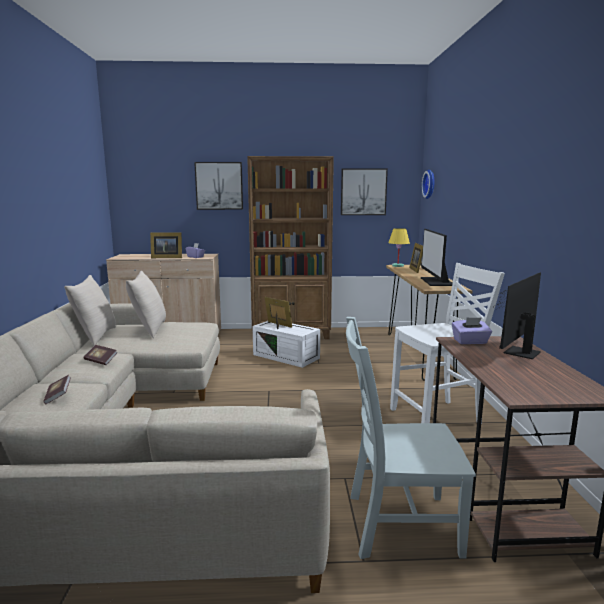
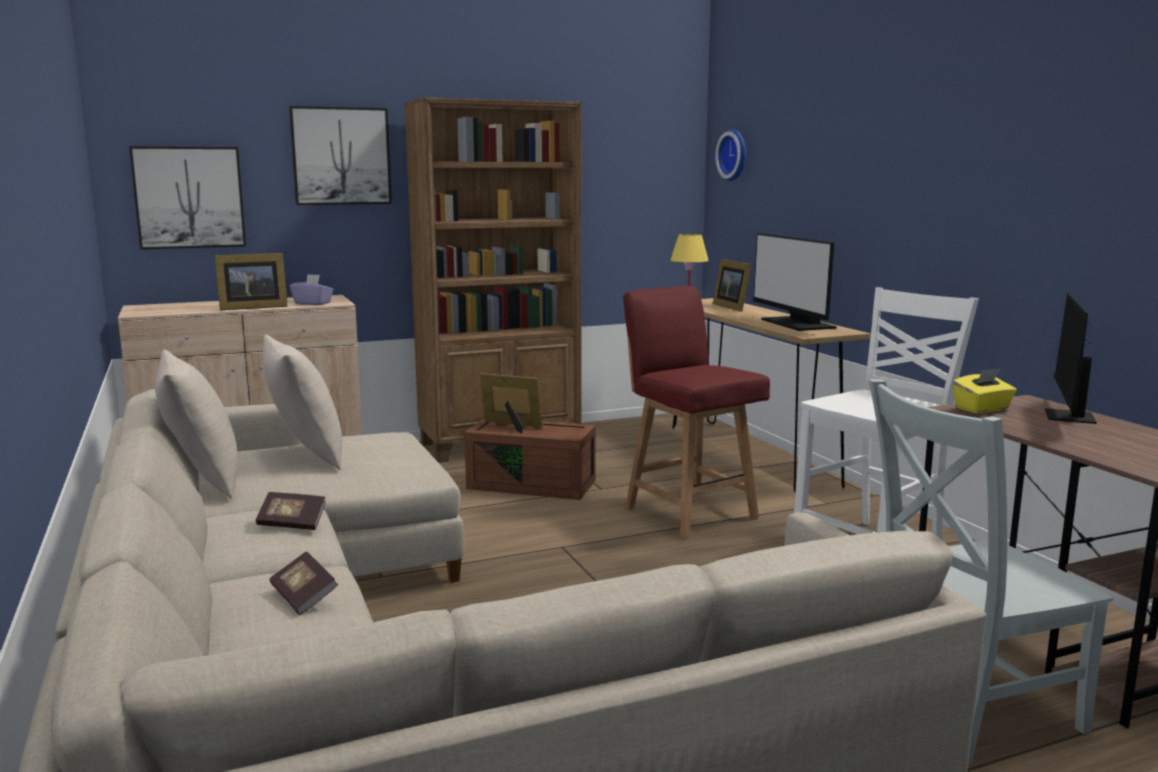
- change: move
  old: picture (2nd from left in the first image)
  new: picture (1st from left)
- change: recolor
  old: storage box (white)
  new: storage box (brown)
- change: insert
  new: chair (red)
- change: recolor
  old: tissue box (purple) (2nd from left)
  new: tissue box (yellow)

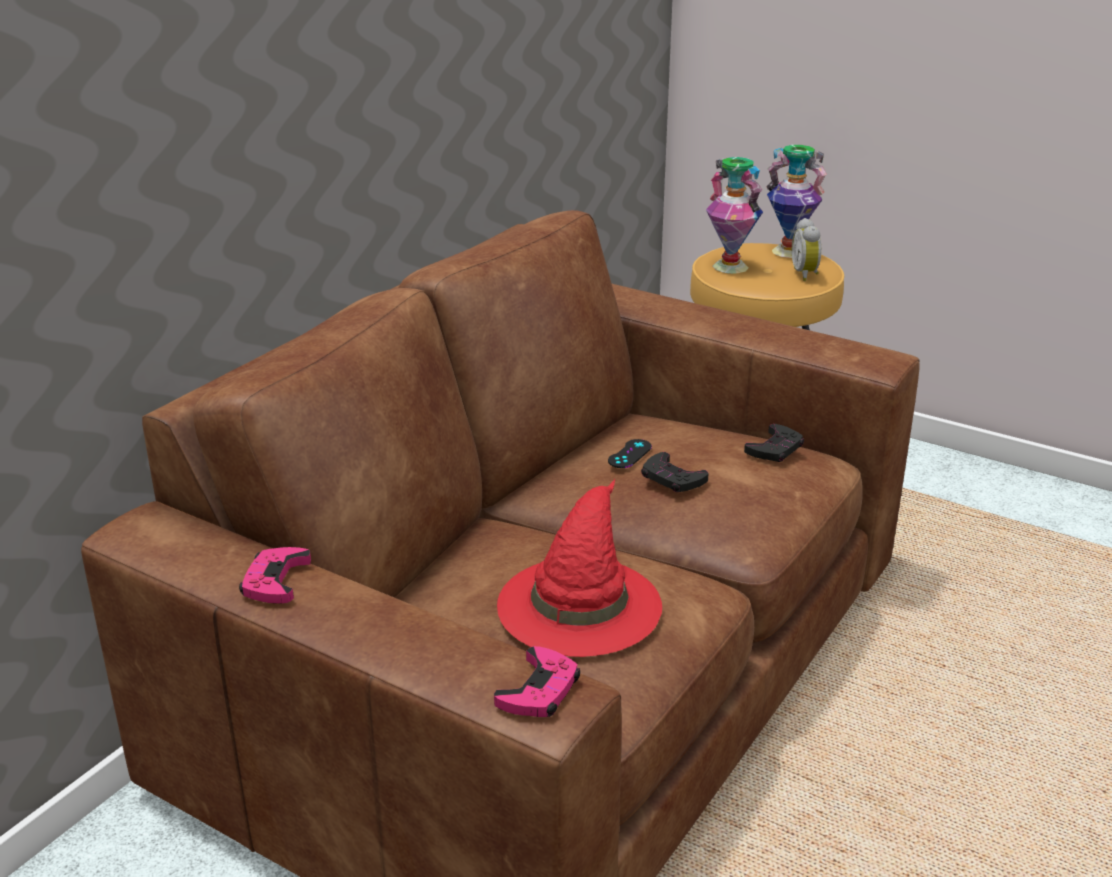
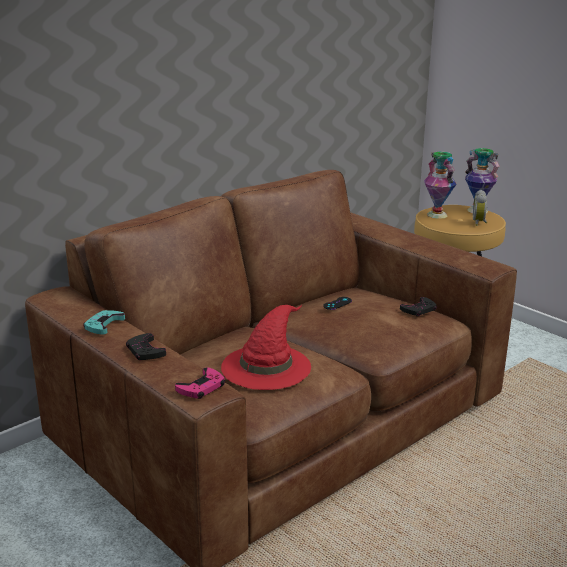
- change: recolor
  old: game controller (pink) (1st from left)
  new: game controller (turquoise)
- change: move
  old: game controller (black) (2nd from left in the first image)
  new: game controller (black) (1st from left)

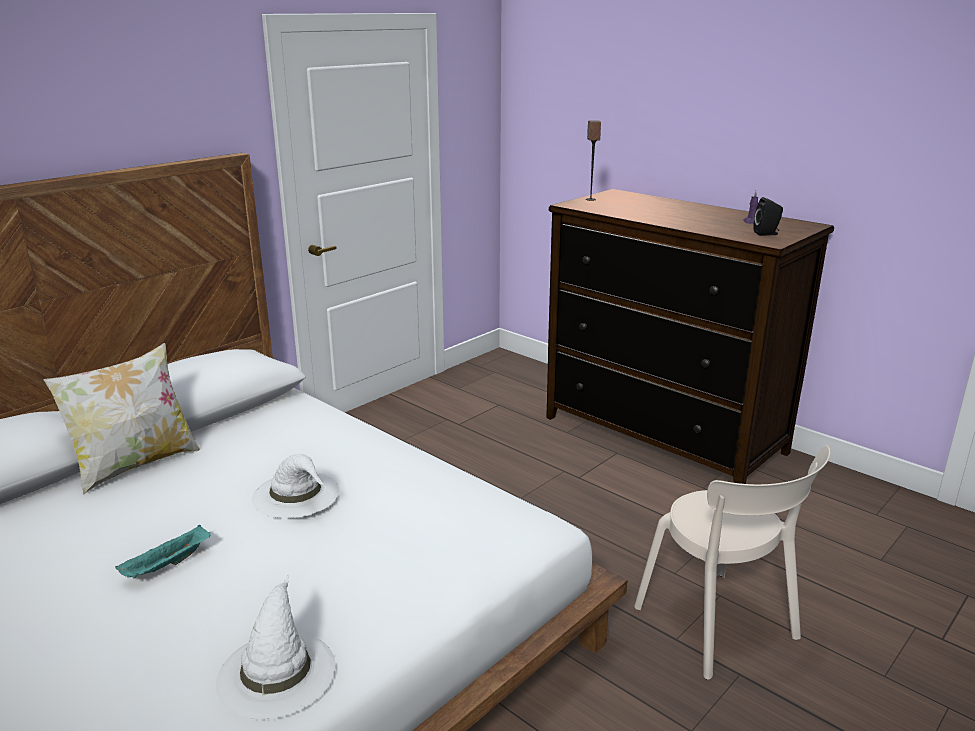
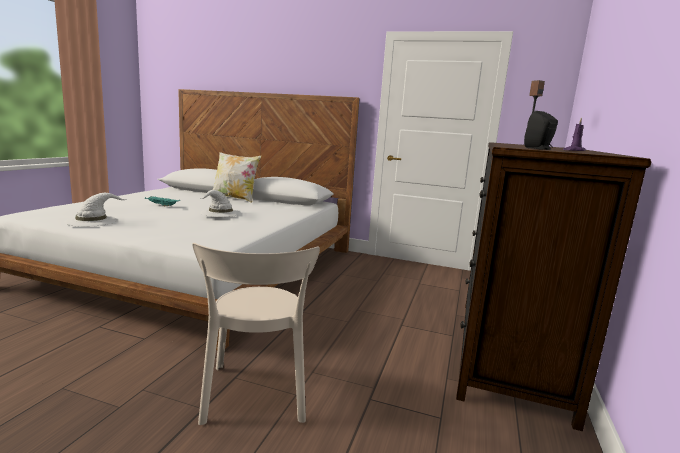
- change: rotate
  old: chair (beige)
  degrees: -45

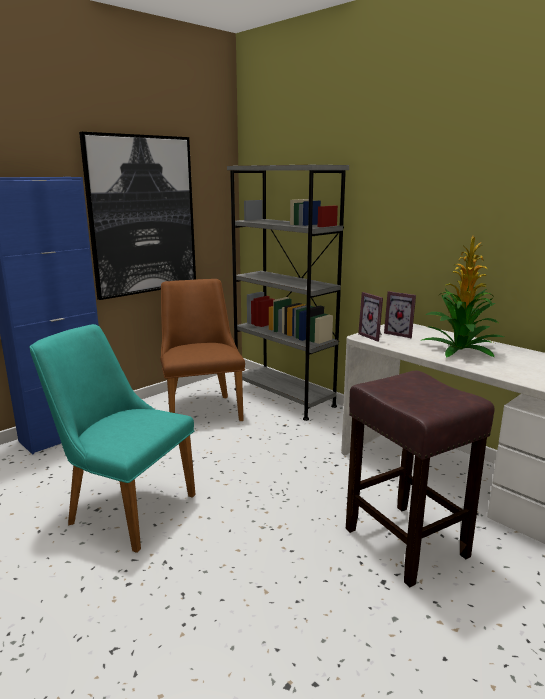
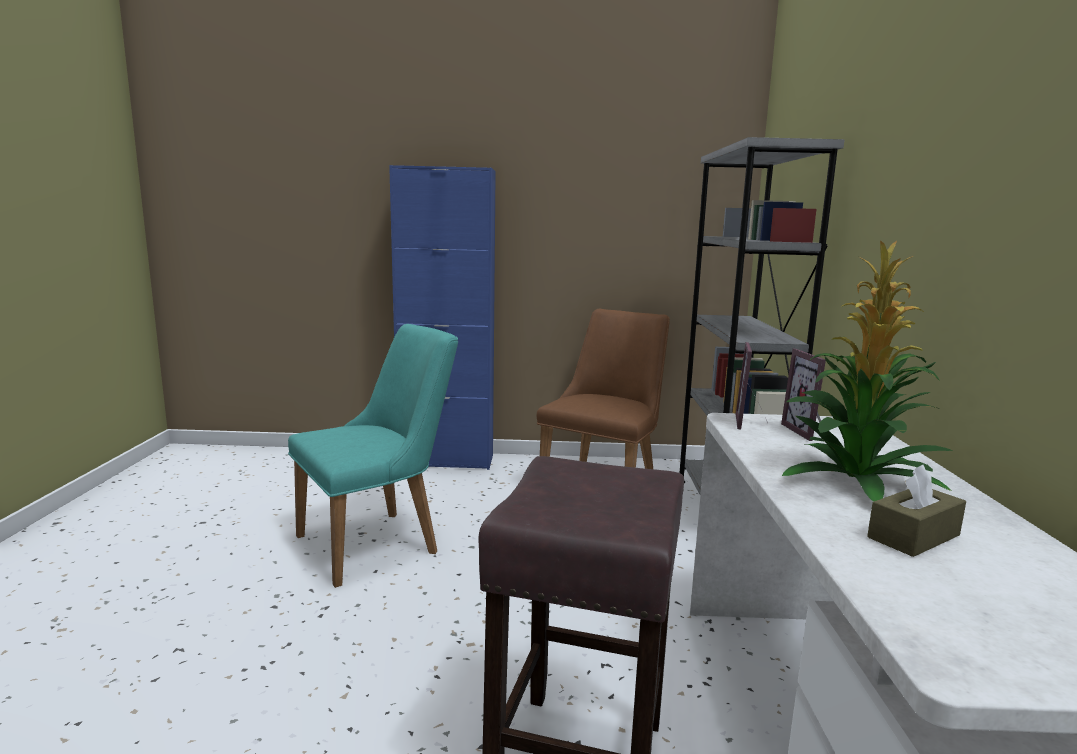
- change: rotate
  old: chair (turquoise)
  degrees: 75
- change: insert
  new: tissue box (brown)
- change: delete
  old: picture

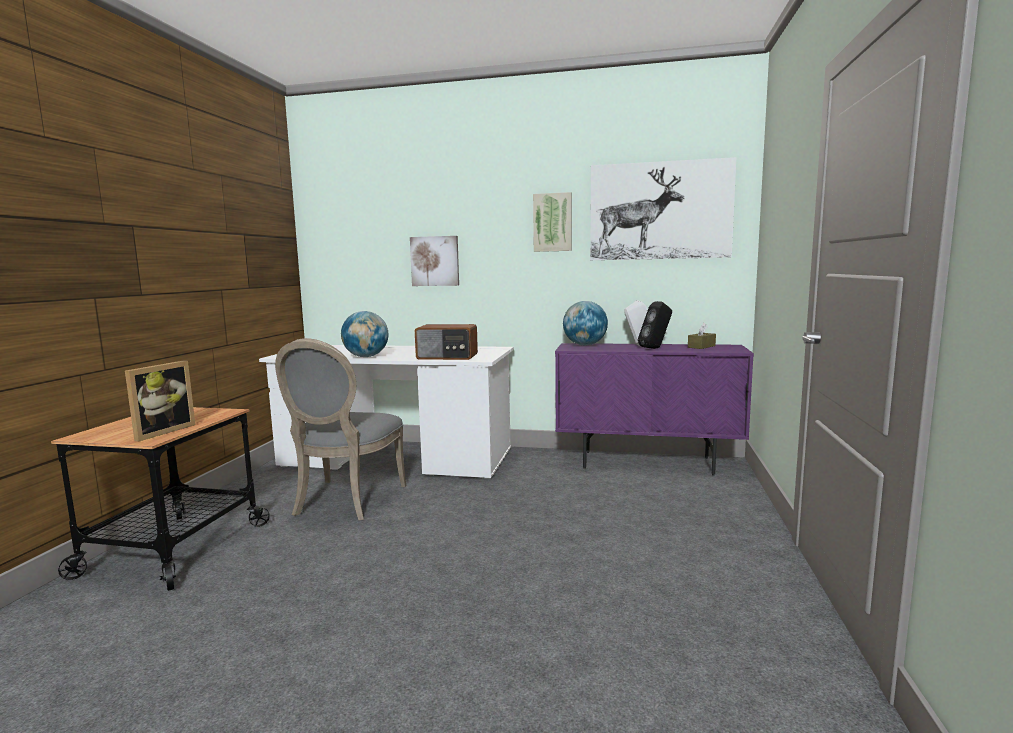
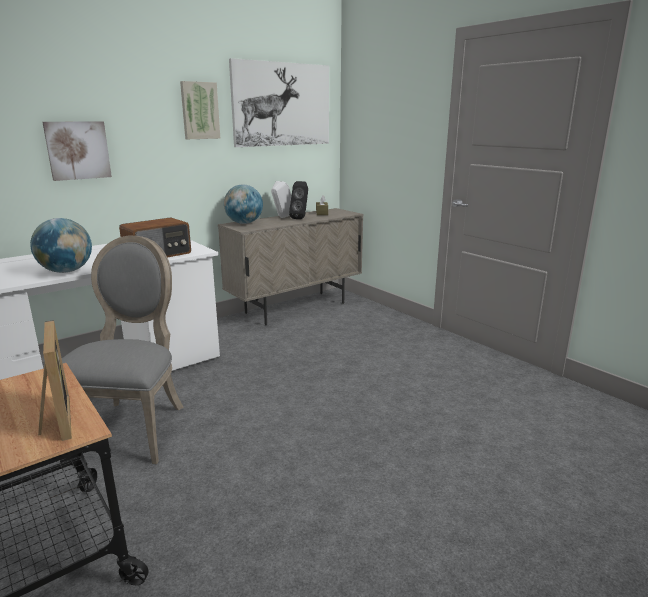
- change: rotate
  old: chair (grey)
  degrees: -135
- change: recolor
  old: cabinet (purple)
  new: cabinet (beige)

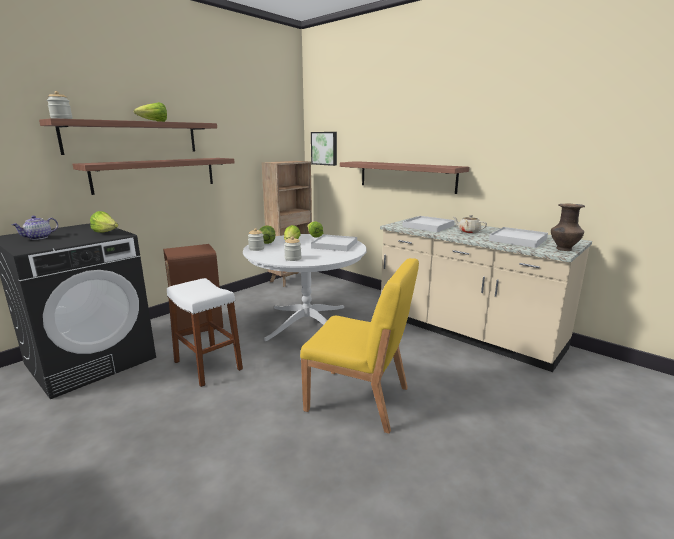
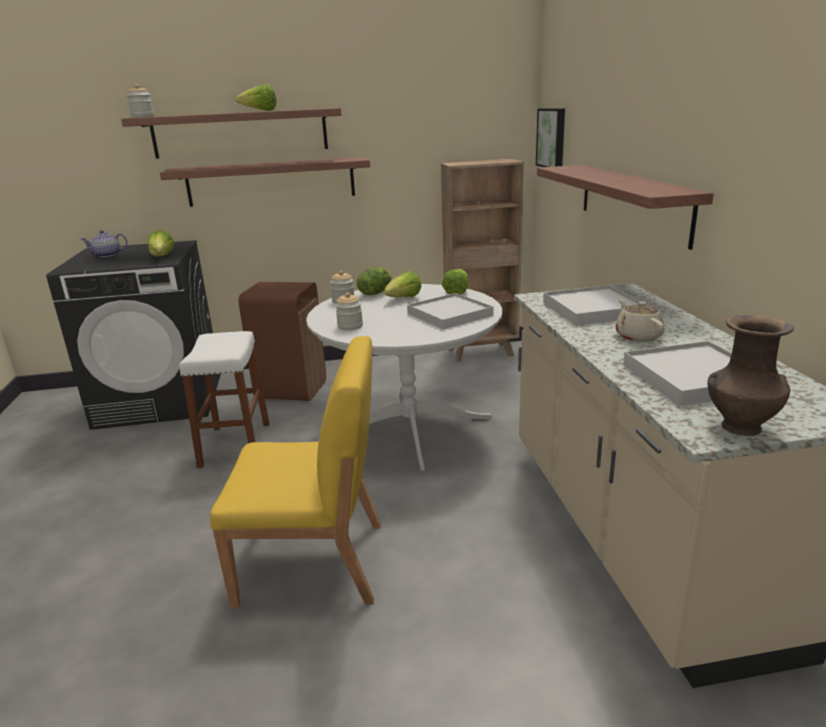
- change: rotate
  old: chair (yellow)
  degrees: -60

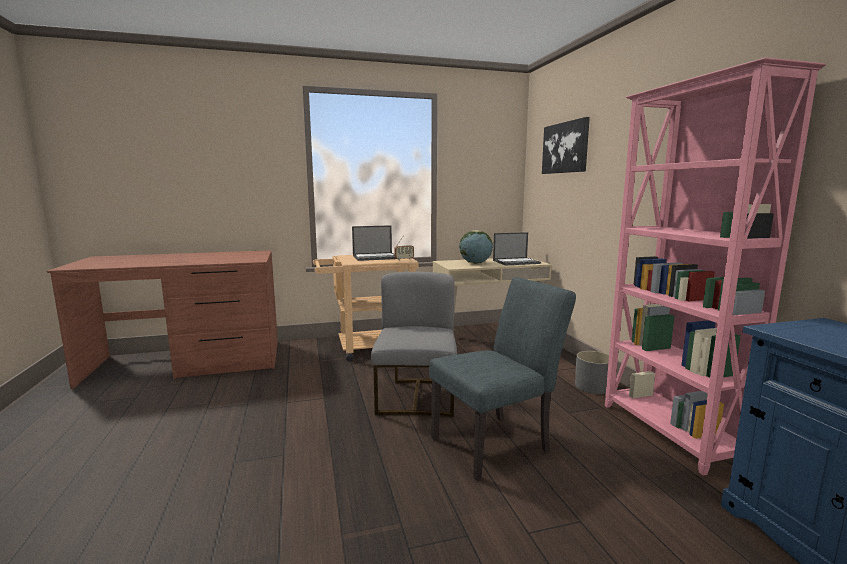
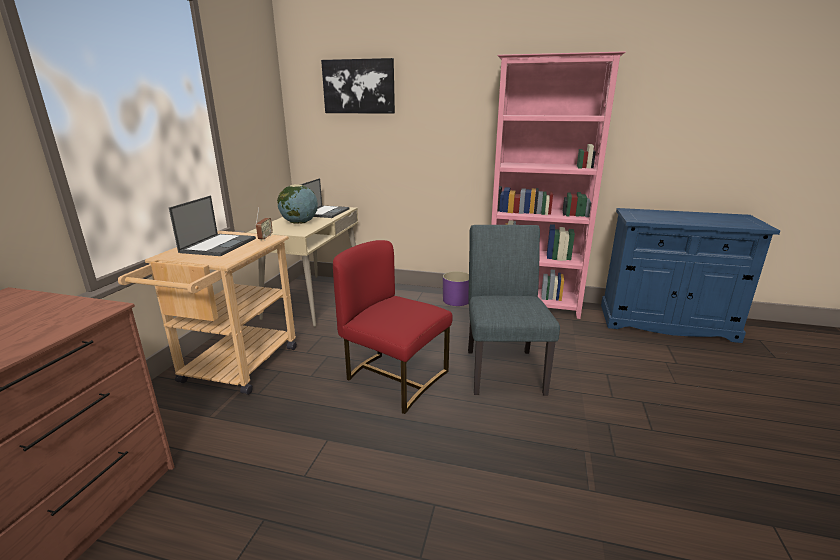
- change: recolor
  old: chair (grey) (1st from left)
  new: chair (red)
- change: recolor
  old: planter (grey)
  new: planter (purple)

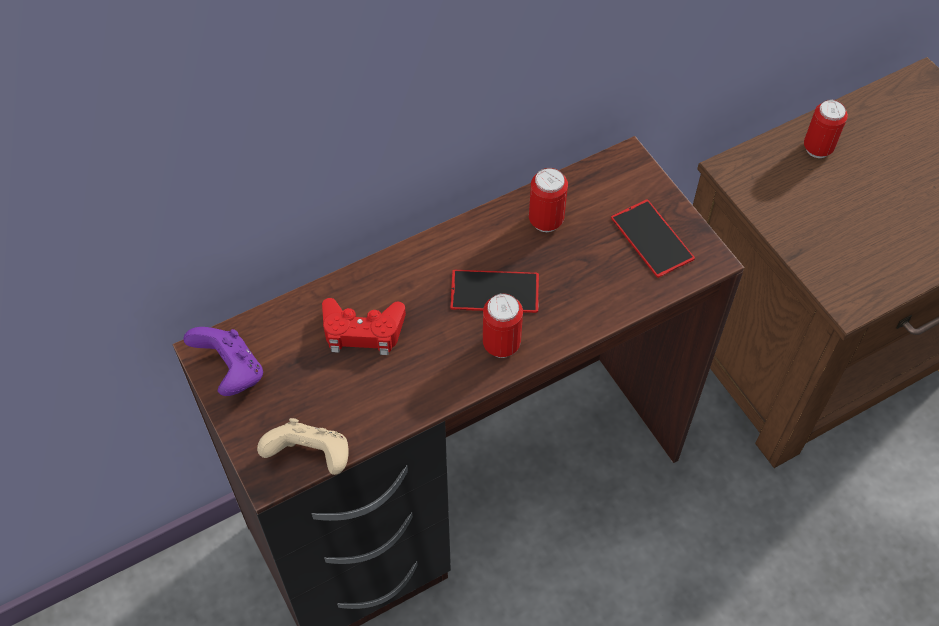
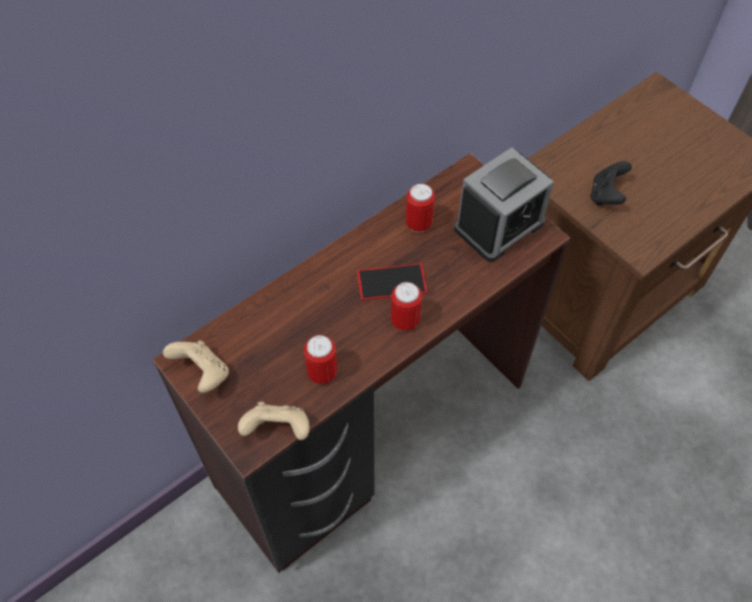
- change: recolor
  old: game controller (purple)
  new: game controller (beige) (1st from left)
- change: move
  old: can (3rd from left in the first image)
  new: can (1st from left)
- change: replace
  old: phone (2nd from left)
  new: alarm clock
- change: insert
  new: game controller (black)
- change: delete
  old: game controller (red)

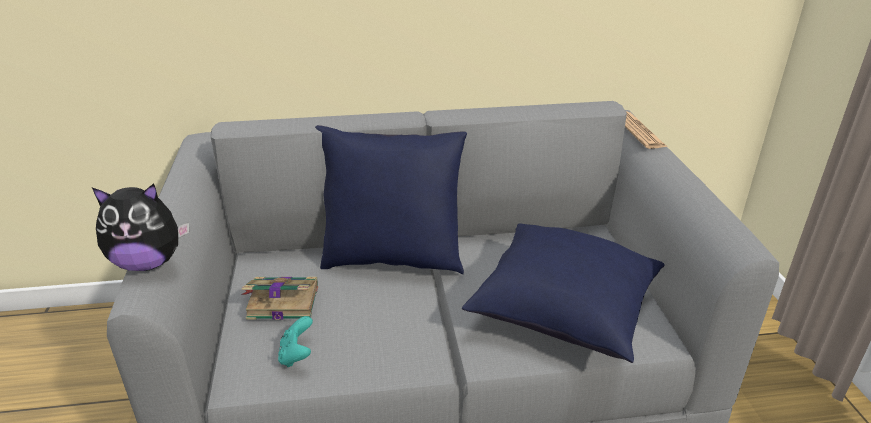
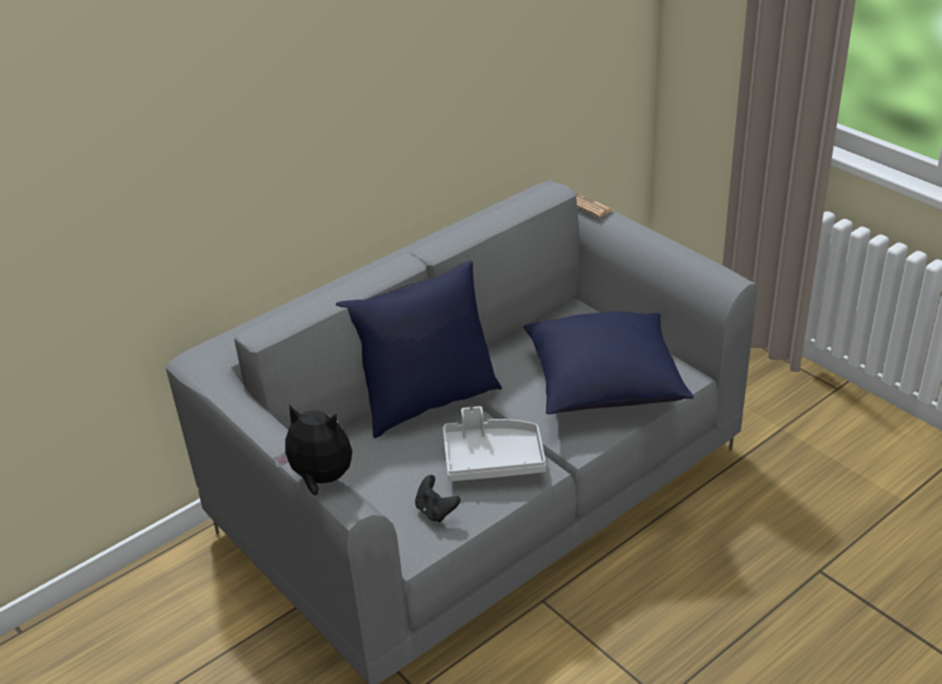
- change: rotate
  old: plush toy
  degrees: -120
- change: recolor
  old: game controller (turquoise)
  new: game controller (black)
- change: insert
  new: tray (grey)
- change: delete
  old: book

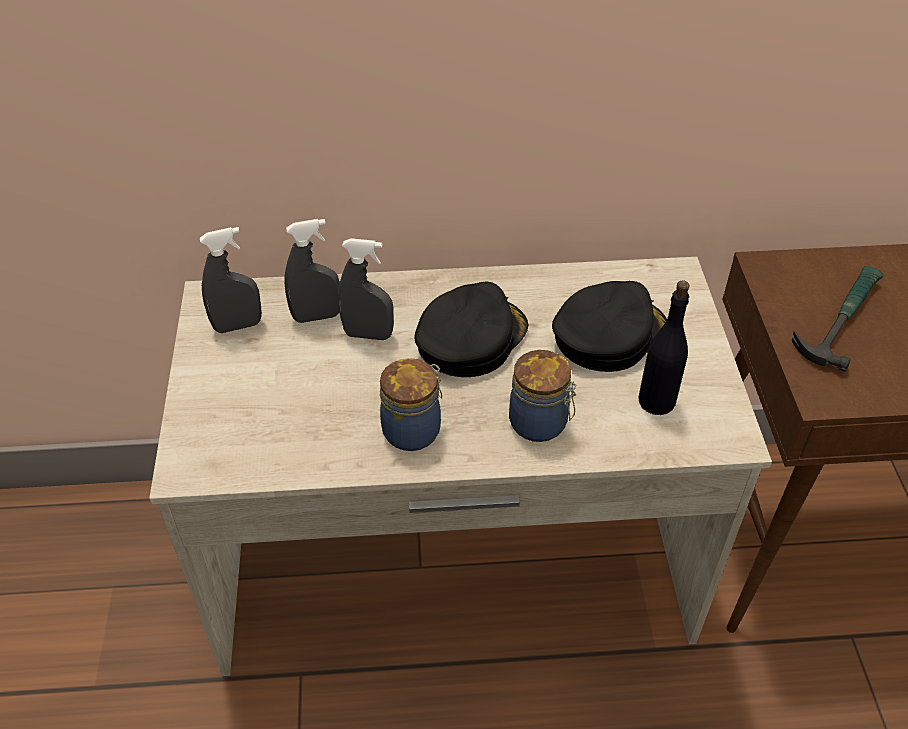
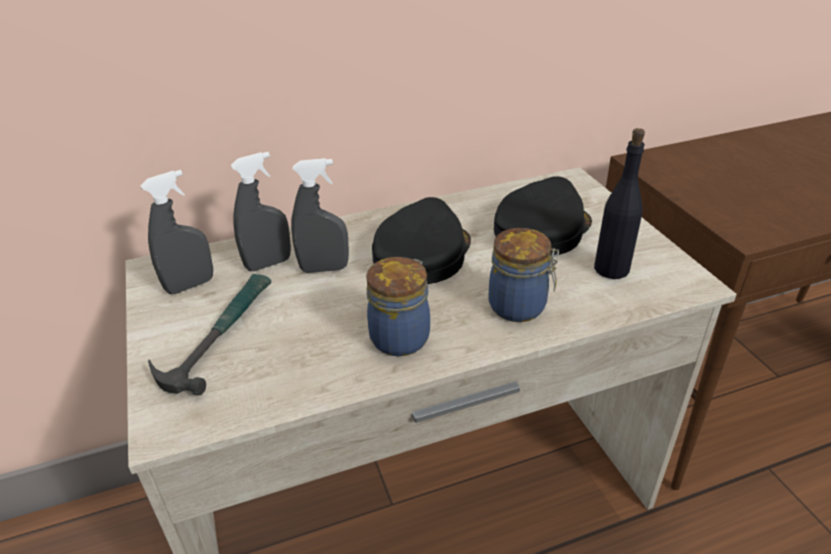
- change: move
  old: hammer

